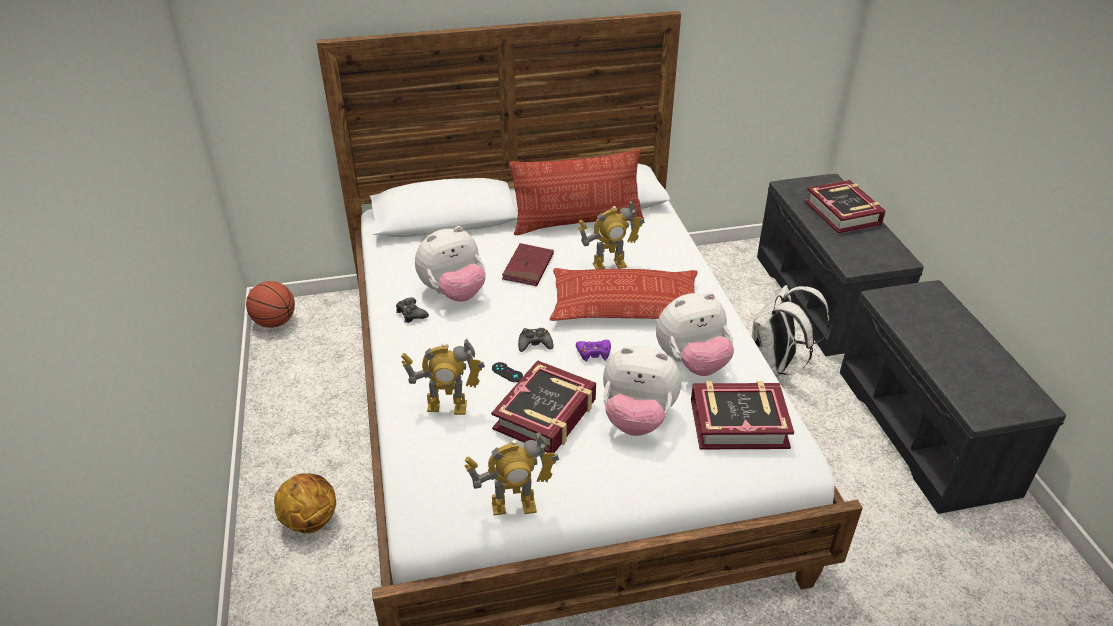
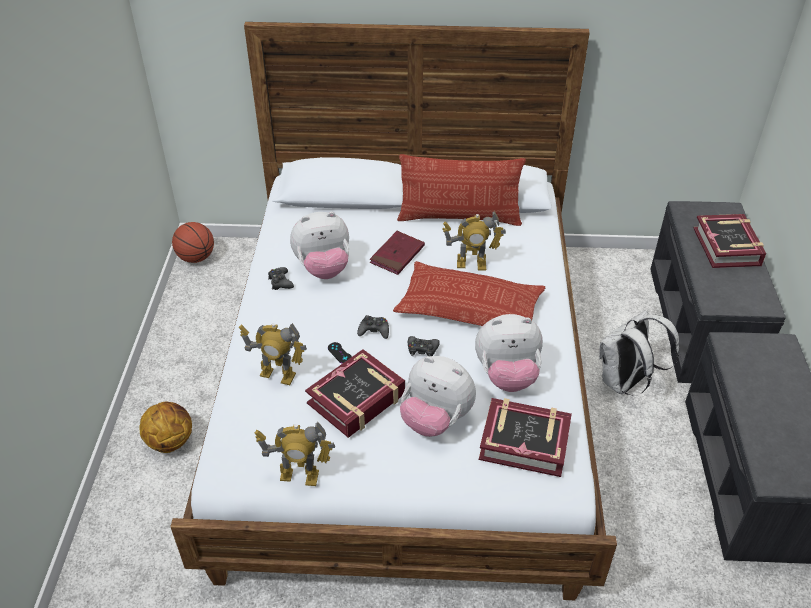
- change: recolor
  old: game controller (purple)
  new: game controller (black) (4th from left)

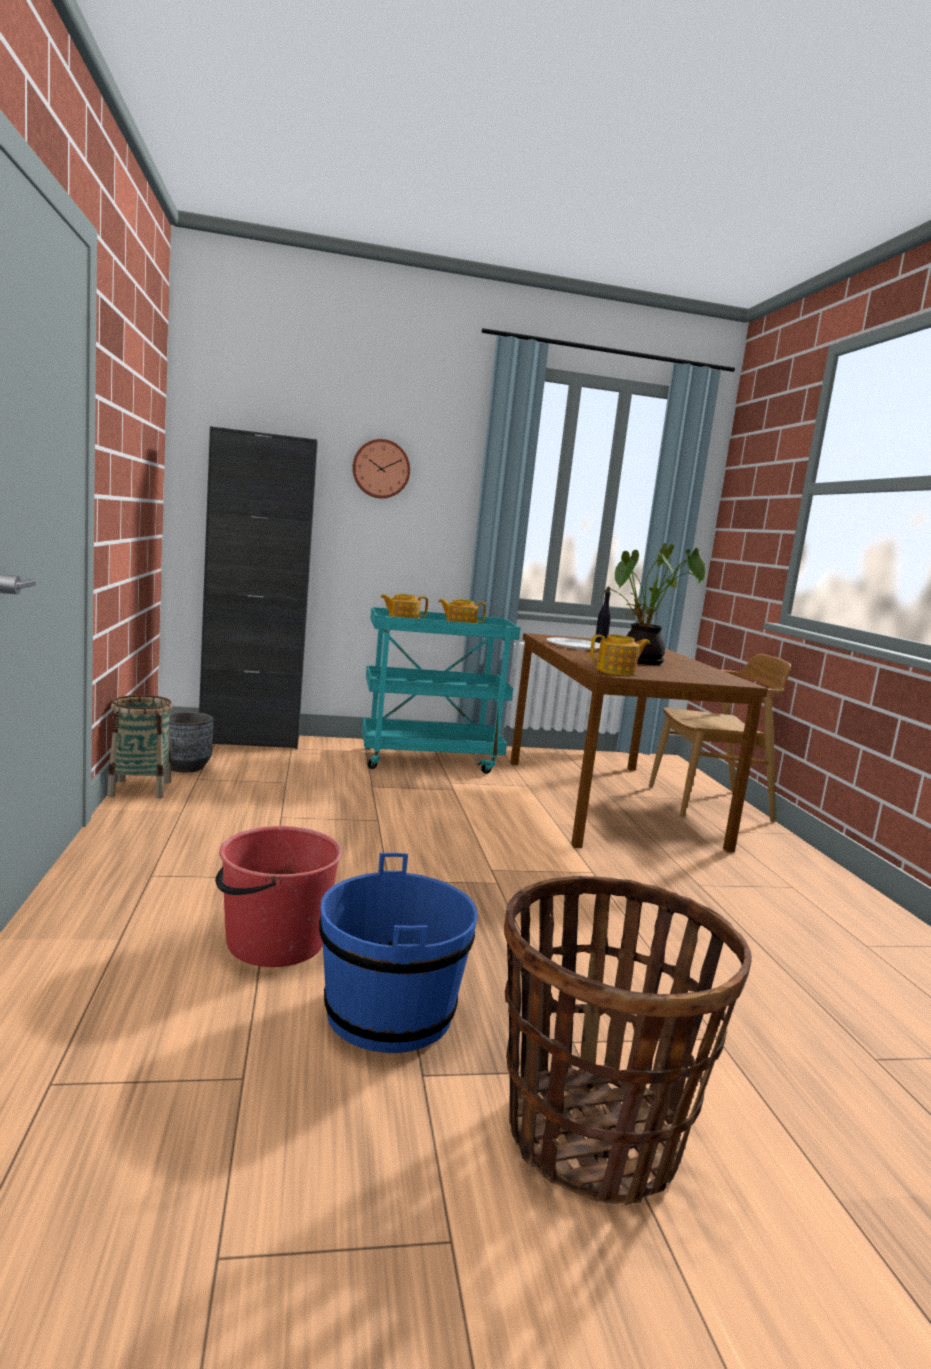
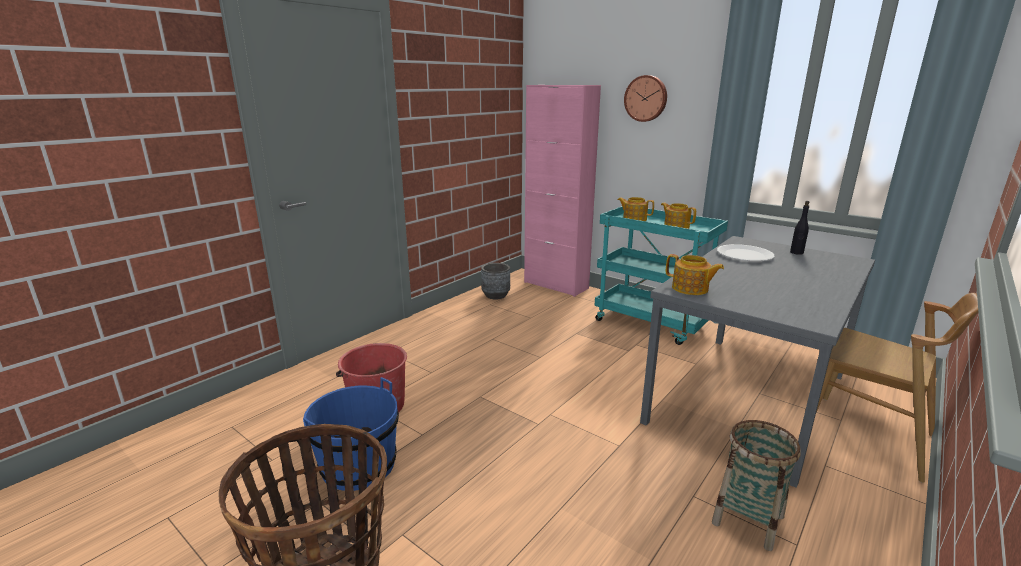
- change: recolor
  old: cabinet (black)
  new: cabinet (pink)
- change: recolor
  old: dining table (brown)
  new: dining table (grey)
- change: move
  old: basket (1st from left in the first image)
  new: basket (2nd from left)
- change: delete
  old: potted plant

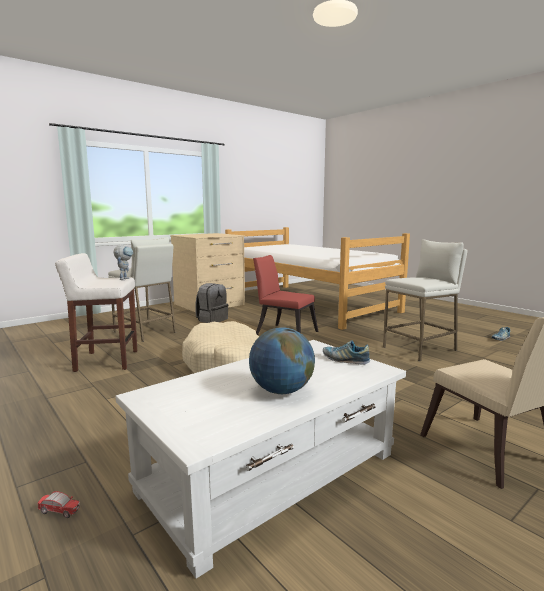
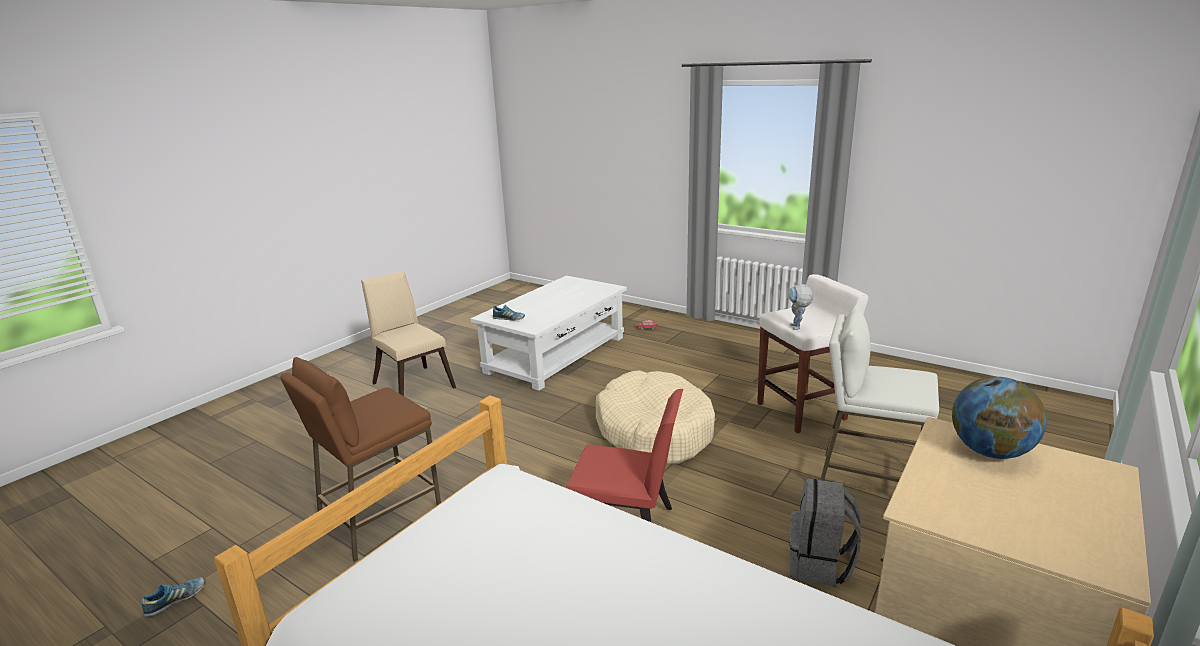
- change: recolor
  old: stool (white) (3rd from left)
  new: stool (brown)
- change: move
  old: globe

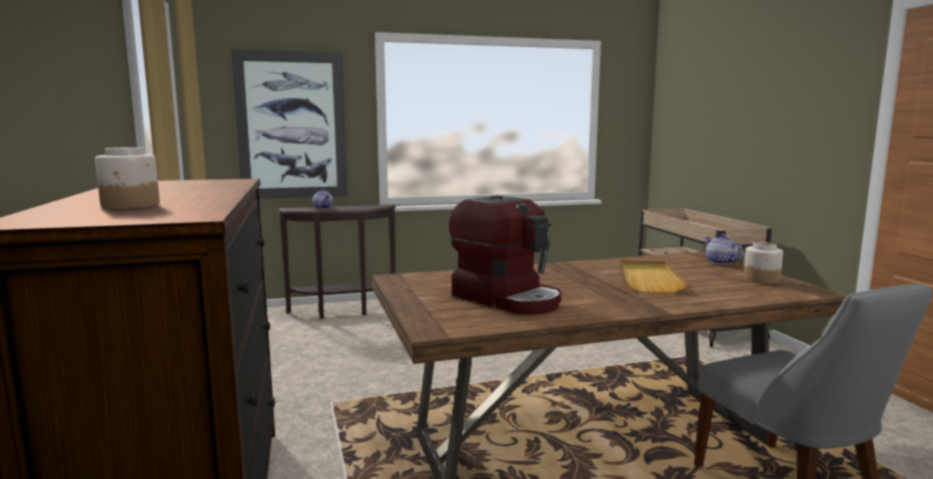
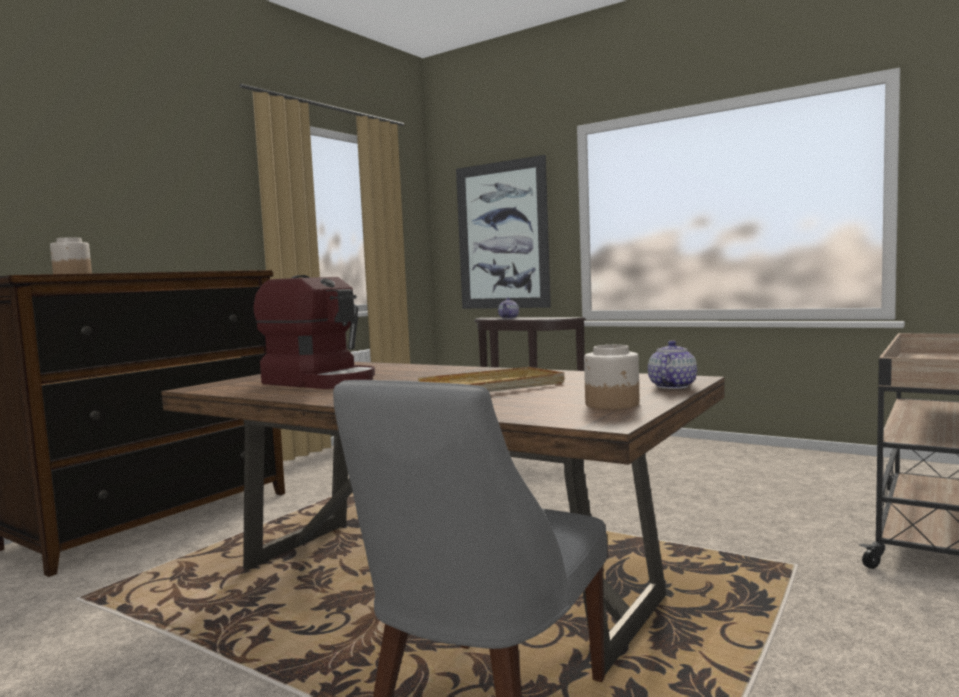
- change: rotate
  old: coffee machine
  degrees: -60

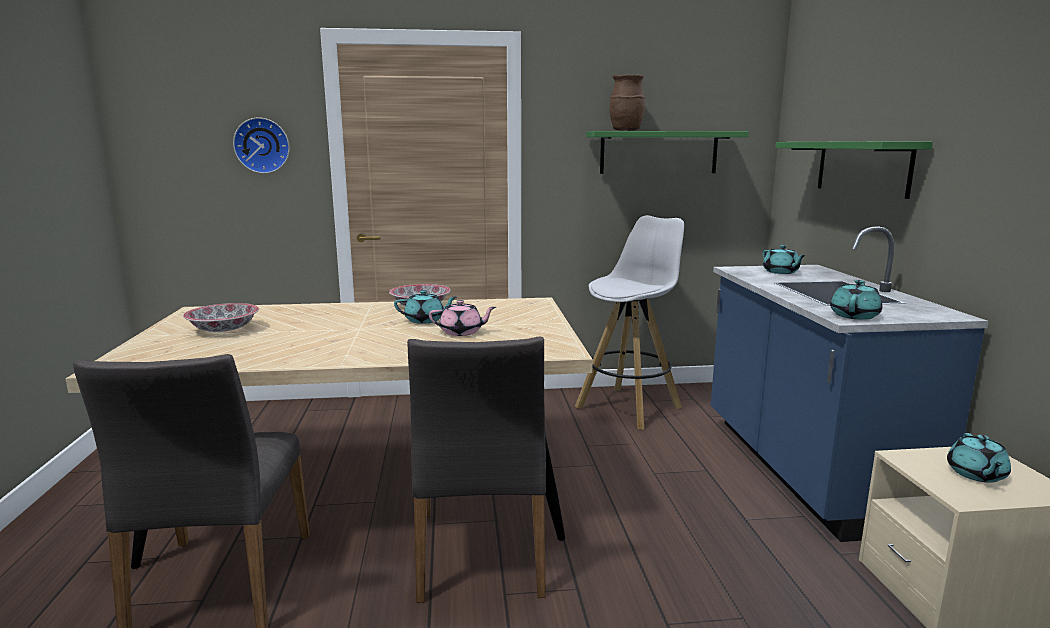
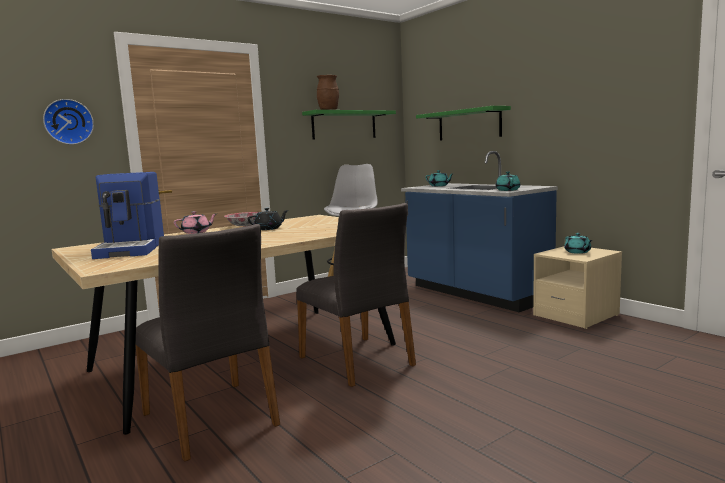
- change: replace
  old: bowl (1st from left)
  new: coffee machine
- change: move
  old: teapot (pink)
- change: recolor
  old: teapot (turquoise) (1st from left)
  new: teapot (black)

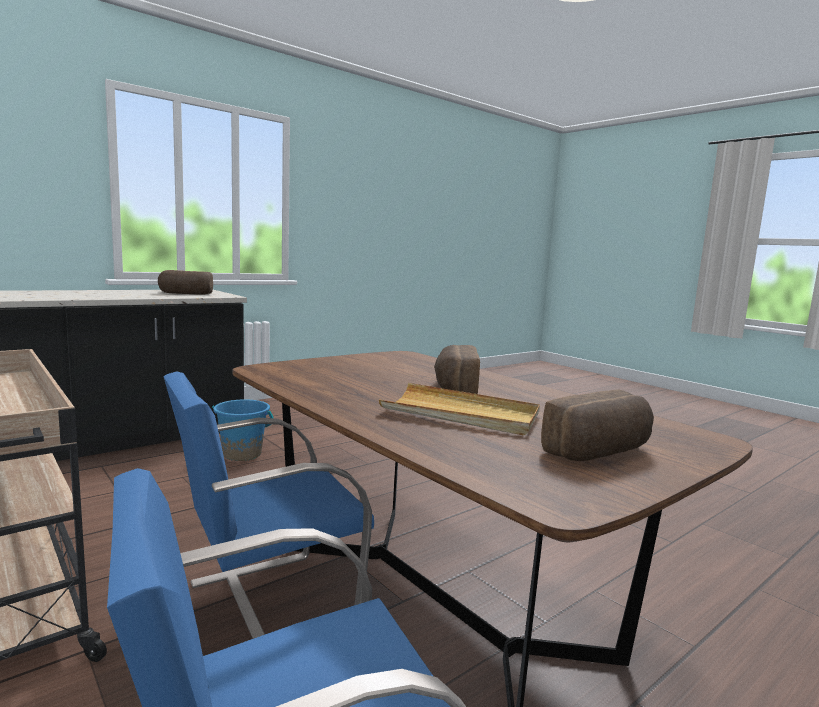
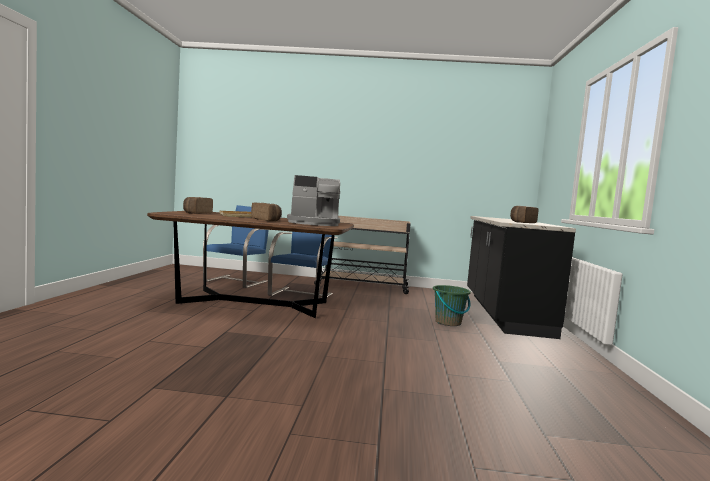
- change: insert
  new: coffee machine
- change: recolor
  old: bucket (blue)
  new: bucket (green)

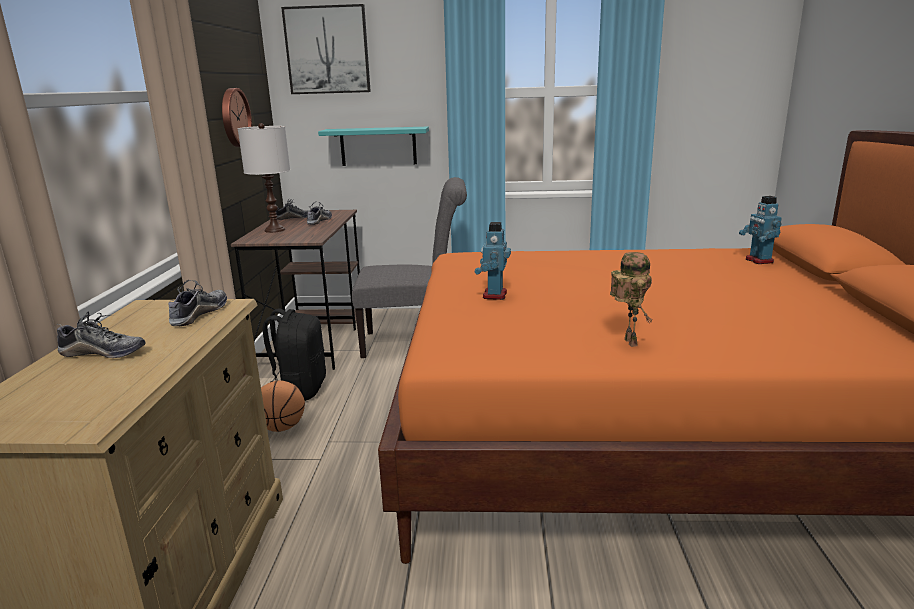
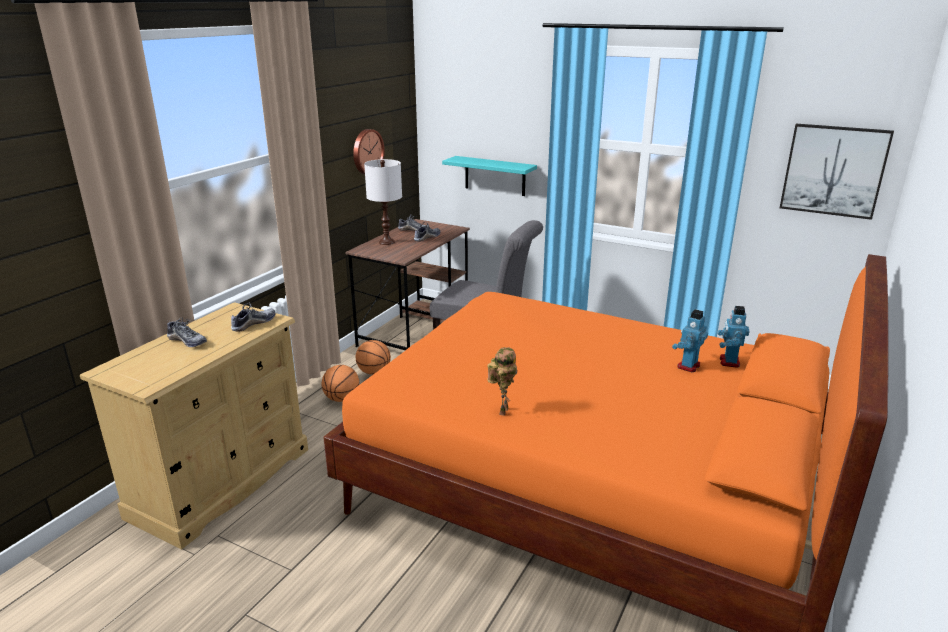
- change: replace
  old: backpack (black)
  new: basketball (2nd from left)
- change: move
  old: toy robot (1st from left in the first image)
  new: toy robot (2nd from left)
- change: move
  old: picture

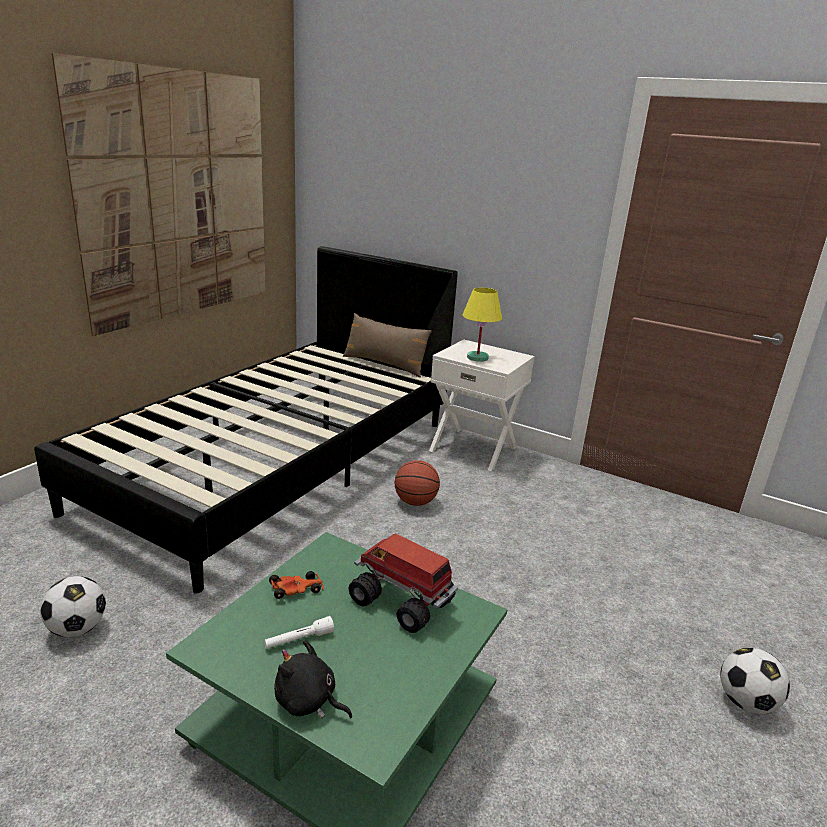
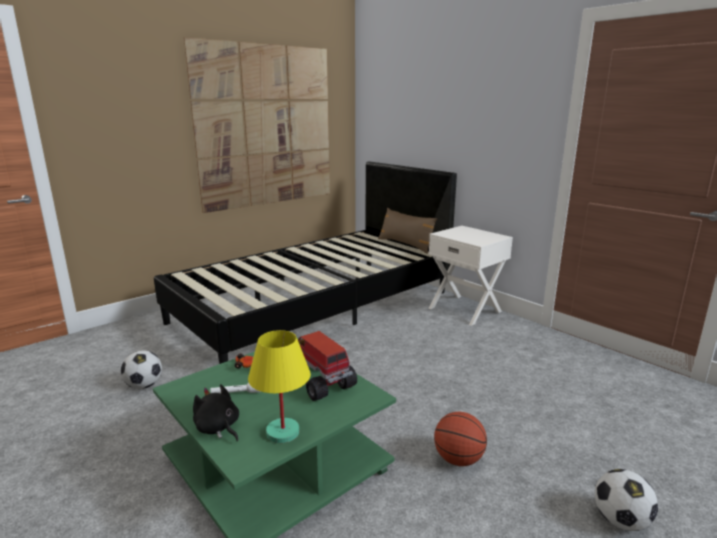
- change: move
  old: table lamp (yellow)
- change: move
  old: basketball

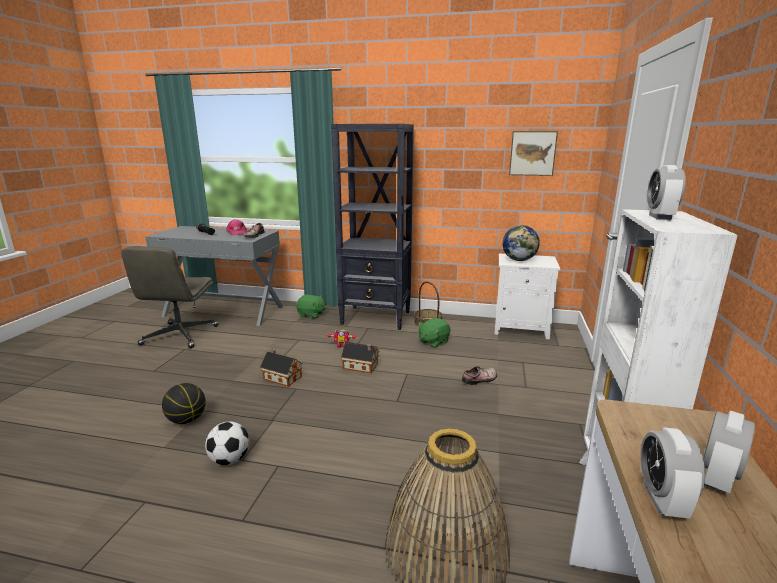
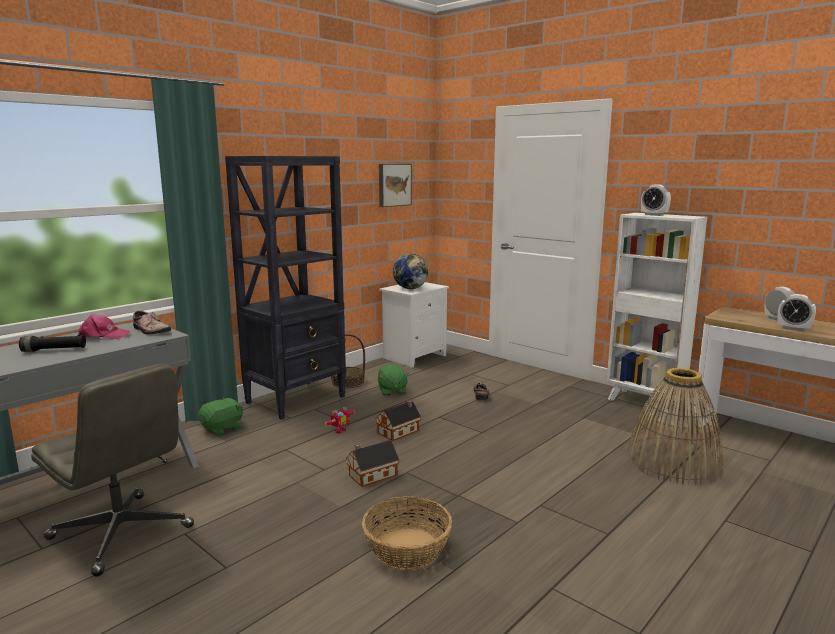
- change: replace
  old: basketball
  new: basket (2nd from left)
- change: delete
  old: football

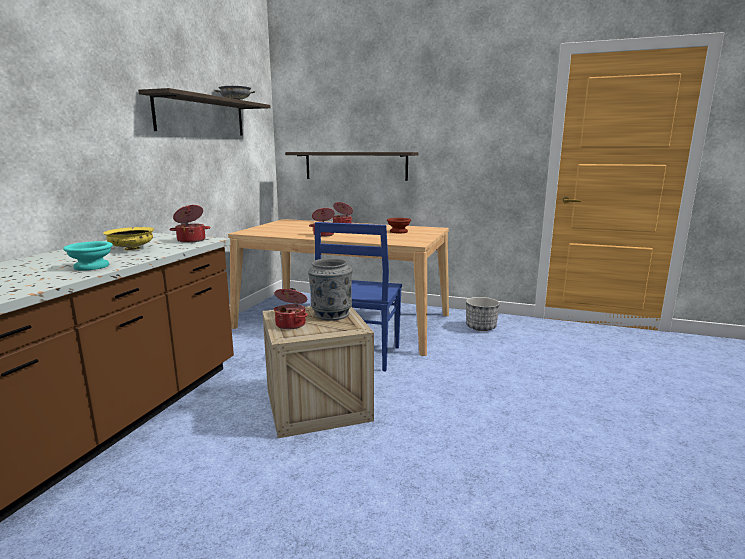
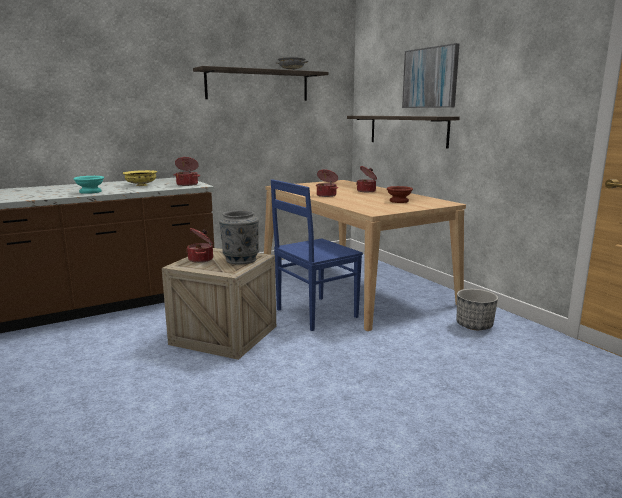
- change: insert
  new: picture

